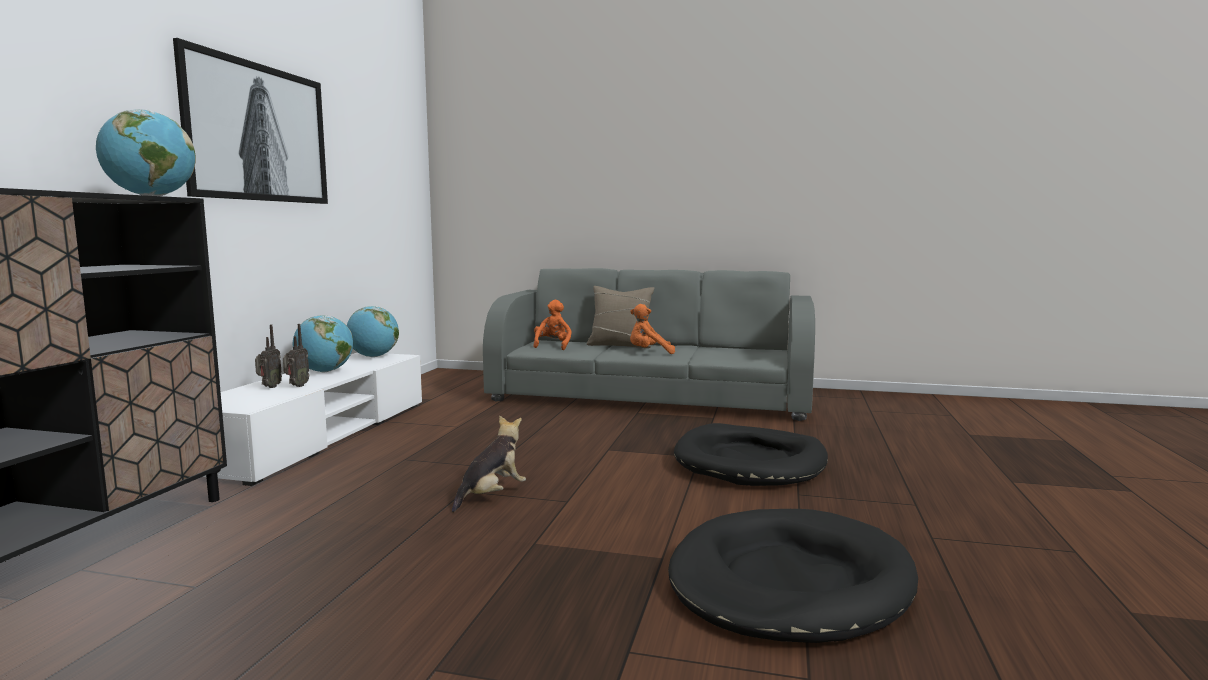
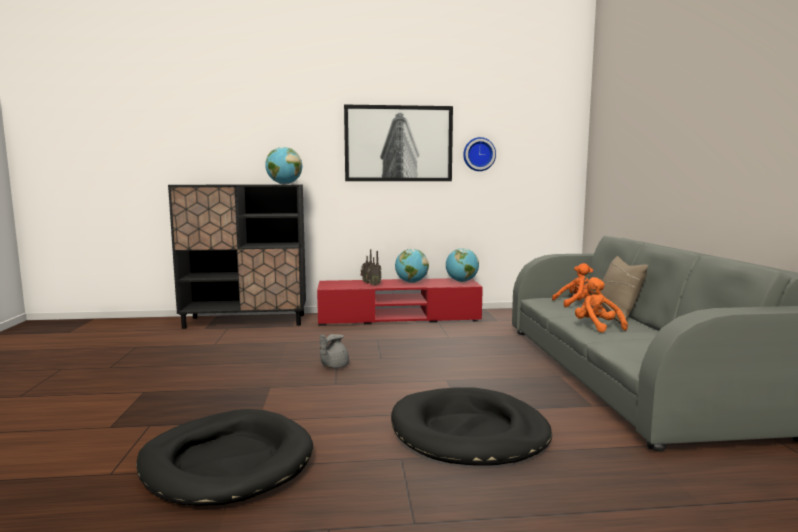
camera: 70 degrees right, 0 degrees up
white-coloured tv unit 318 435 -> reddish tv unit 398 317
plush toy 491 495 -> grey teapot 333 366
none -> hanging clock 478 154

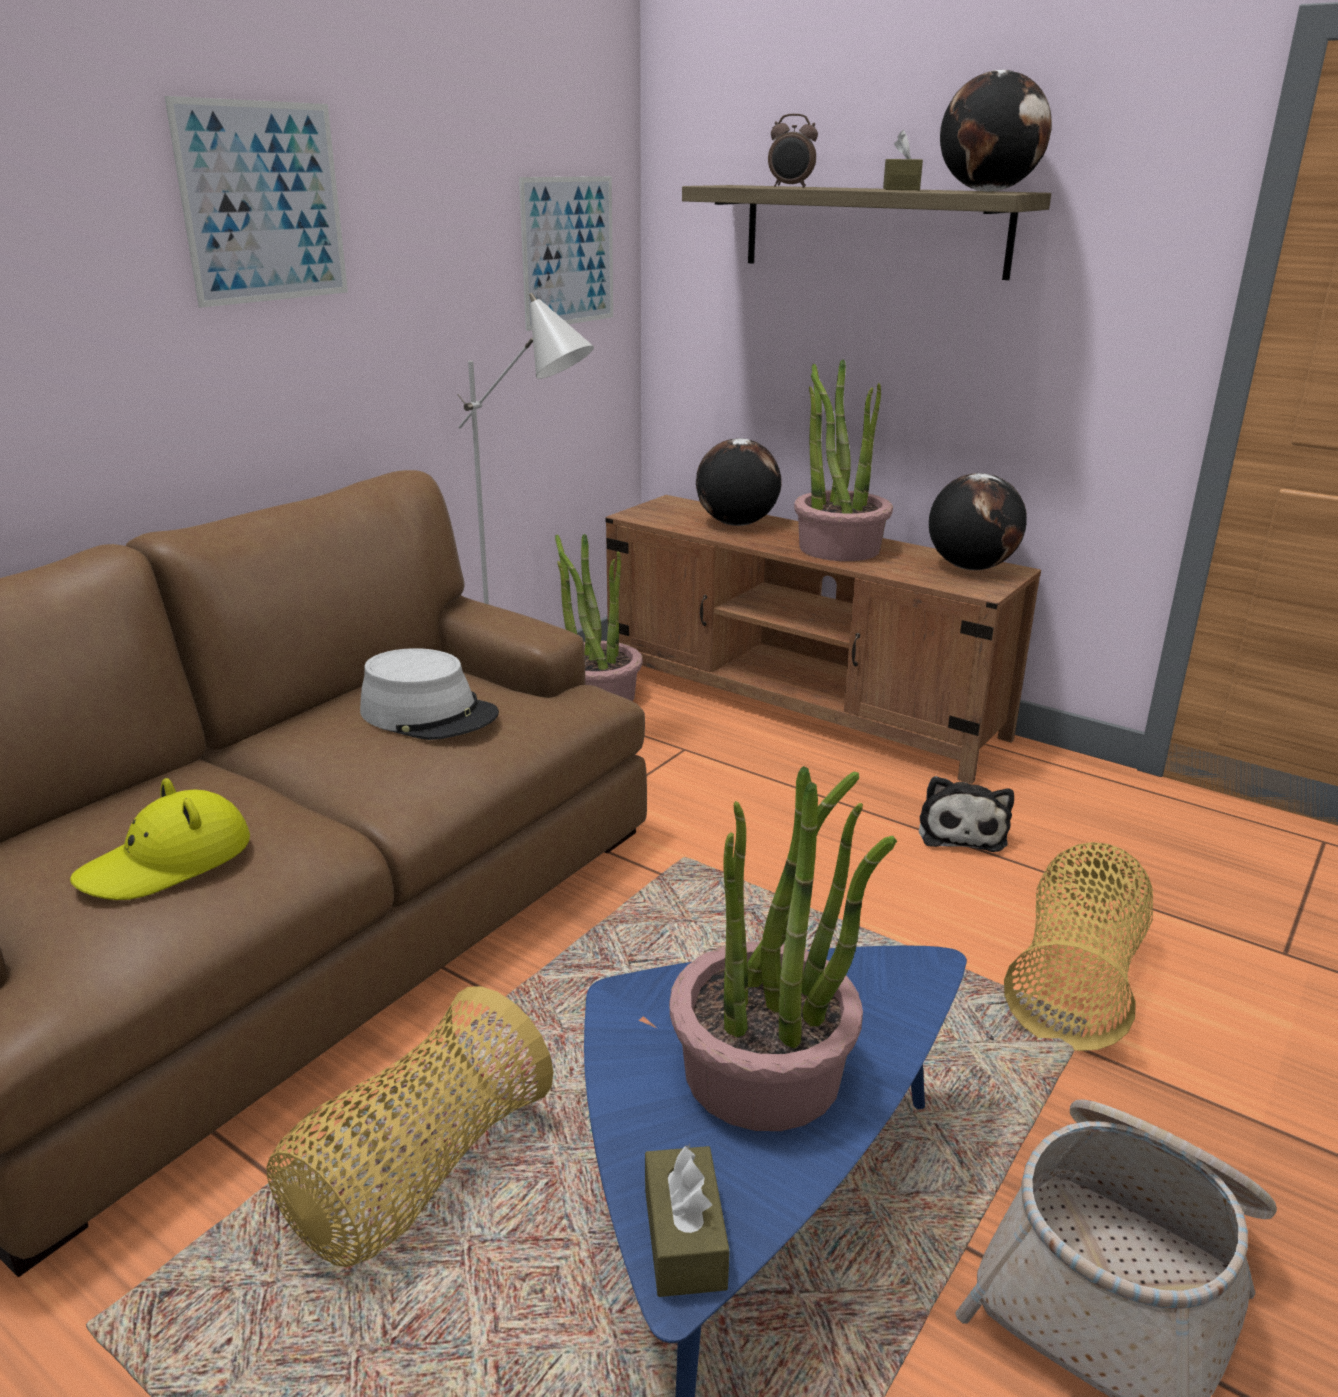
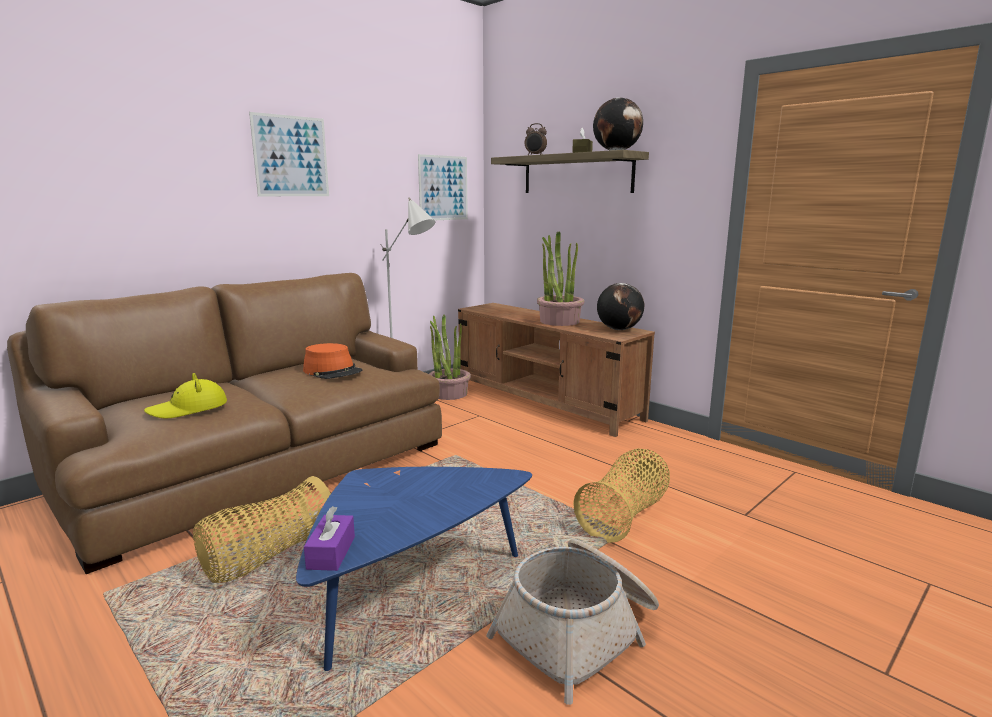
camera: 10 degrees right, 10 degrees down
desk globe 736 524 -> none
grey hat 429 714 -> orangey hat 333 371
houseplant 764 1072 -> none
plush toy 961 831 -> none
brownish tissue box 684 1238 -> purple tissue box 331 552

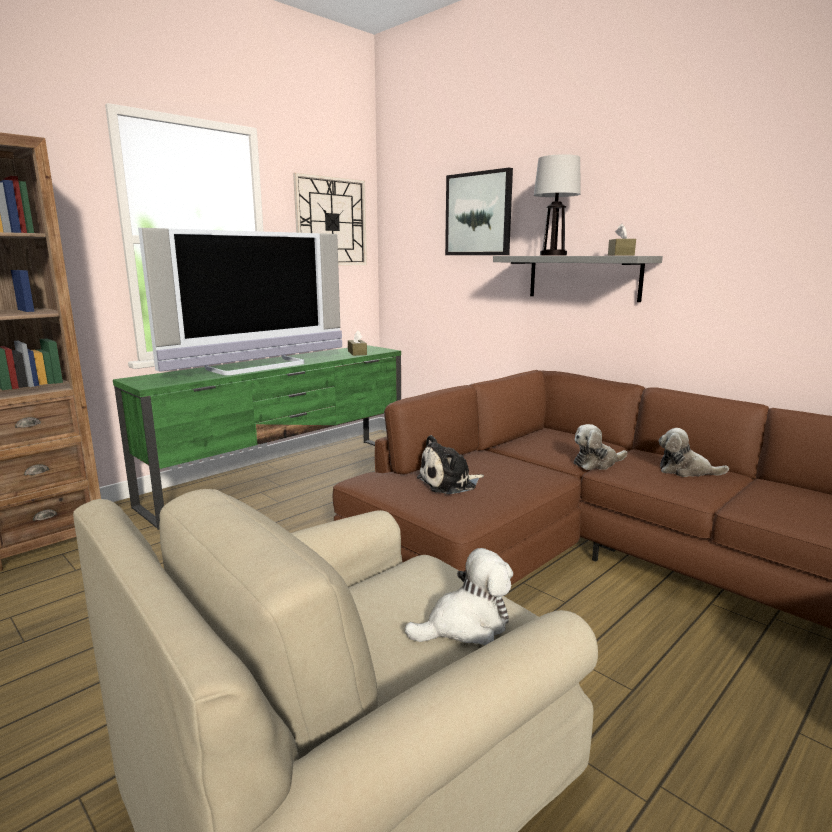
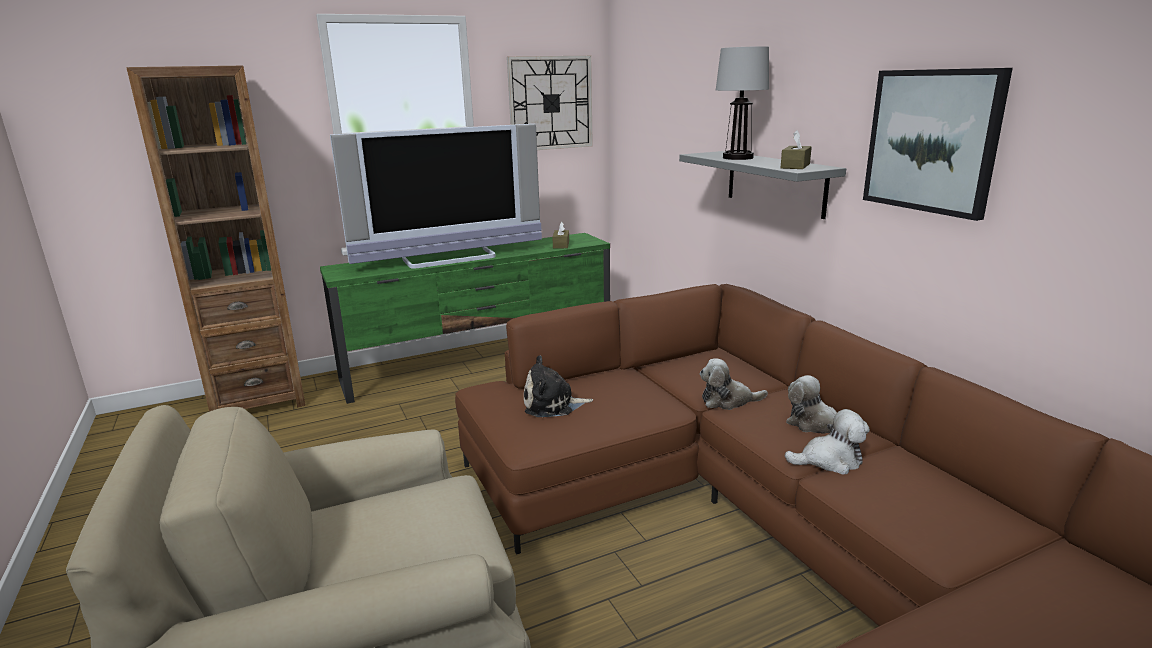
camera: 20 degrees right, 5 degrees up
wall art 479 214 -> wall art 932 141, shifted
plush toy 466 625 -> plush toy 829 461, shifted

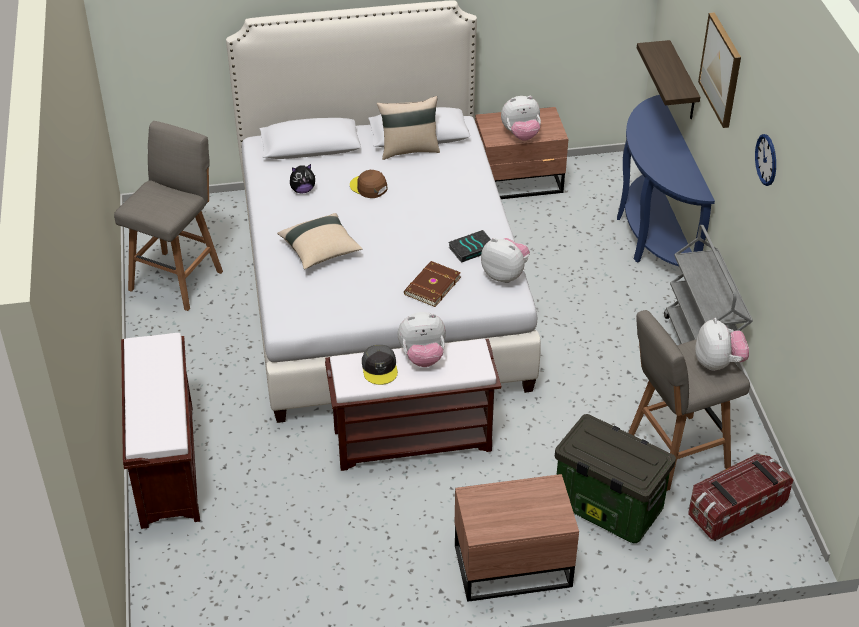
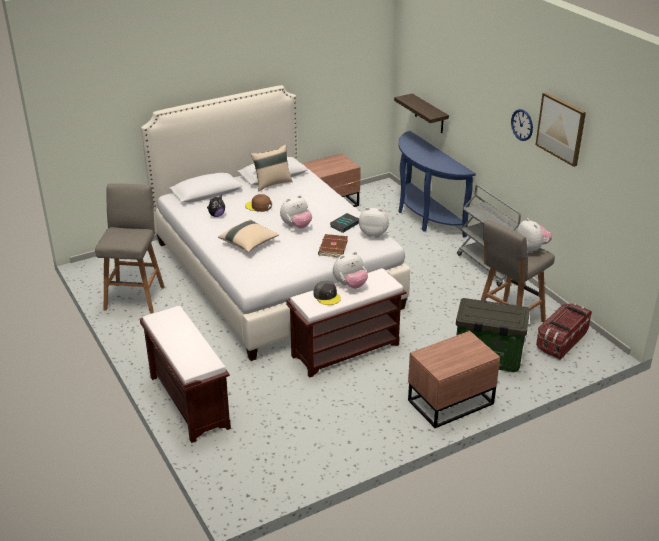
camera: 20 degrees left, 10 degrees down
wall art 721 69 -> wall art 561 128, shifted
plush toy 521 135 -> plush toy 296 226, shifted

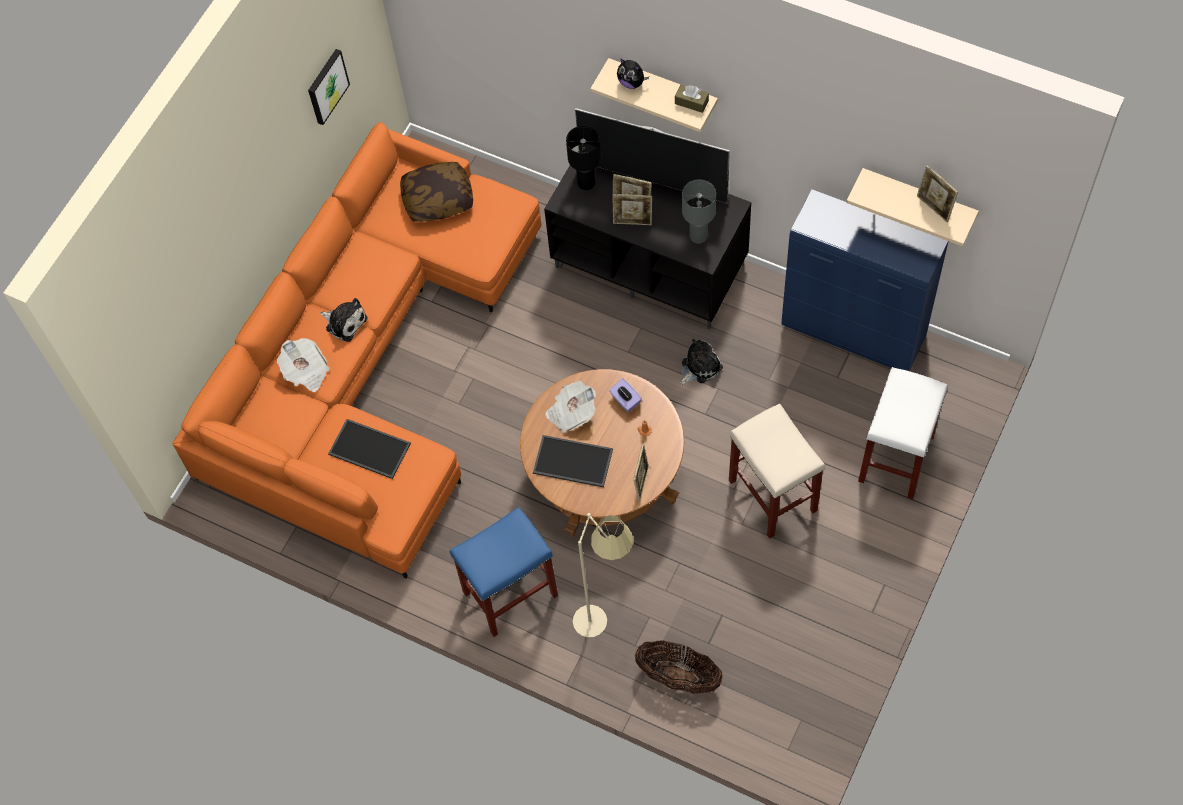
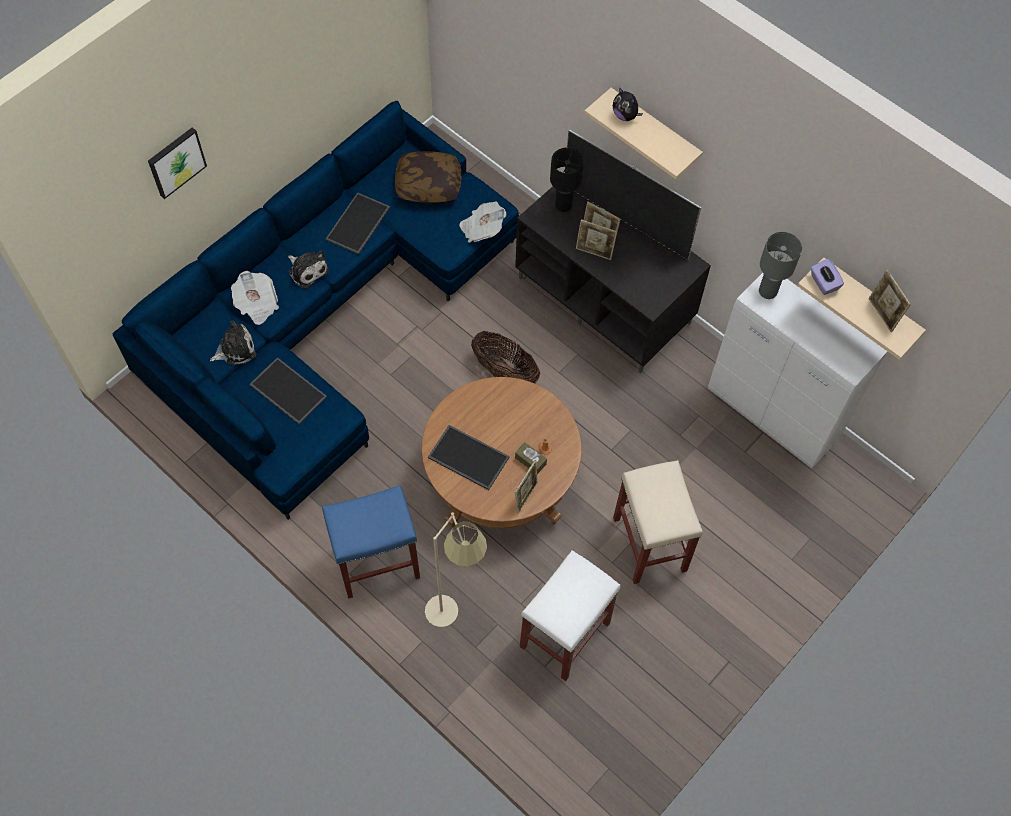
camera: 10 degrees right, 0 degrees up
wall art 326 86 -> wall art 176 161, shifted
brownish tissue box 691 102 -> brownish tissue box 530 461, shifted
orangey sofa 368 366 -> bluish sofa 322 317
grey lamp for a table 699 236 -> grey lamp for a table 768 291, shifted
bluish storage cabinet 854 332 -> white-coloured storage cabinet 773 415
plush toy 699 366 -> plush toy 235 349, shifted
white-coloured sitting stool 896 457 -> white-coloured sitting stool 565 633, shifted
purple tissue box 625 400 -> purple tissue box 823 283, shifted
printed paper 571 413 -> printed paper 482 229, shifted
basket 678 676 -> basket 505 371, shifted
none -> serving tray 358 224

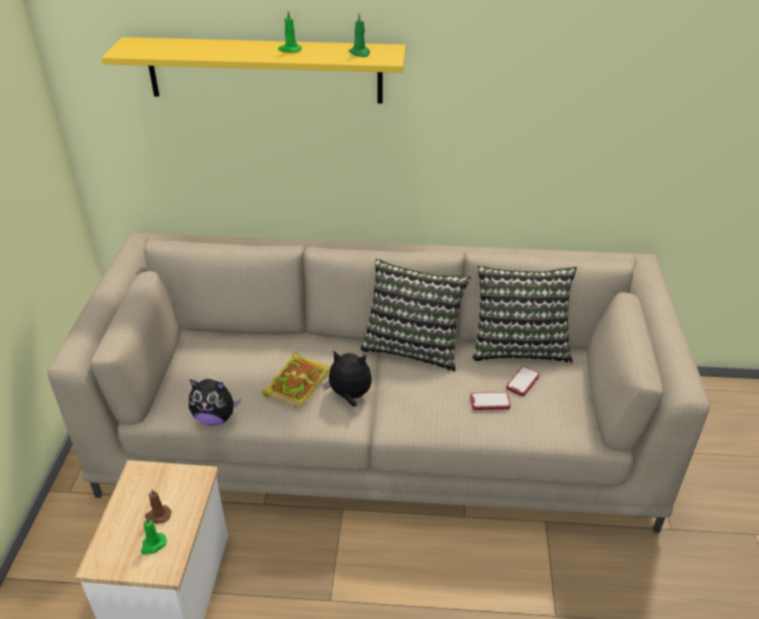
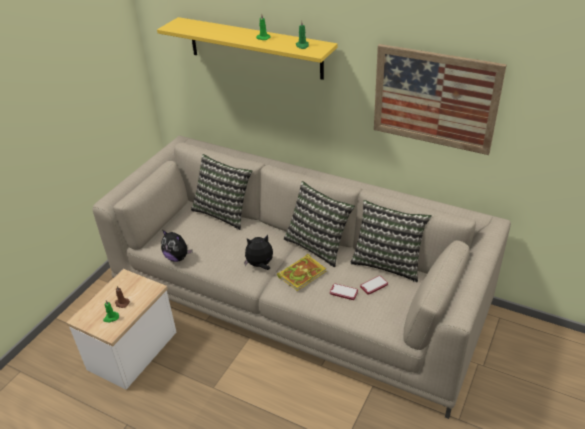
camera: 25 degrees right, 0 degrees up
plush toy 349 396 -> plush toy 260 265, 45 degrees counterclockwise
volume 297 382 -> volume 302 273, shifted
none -> wall art 435 99
none -> cushion 224 212

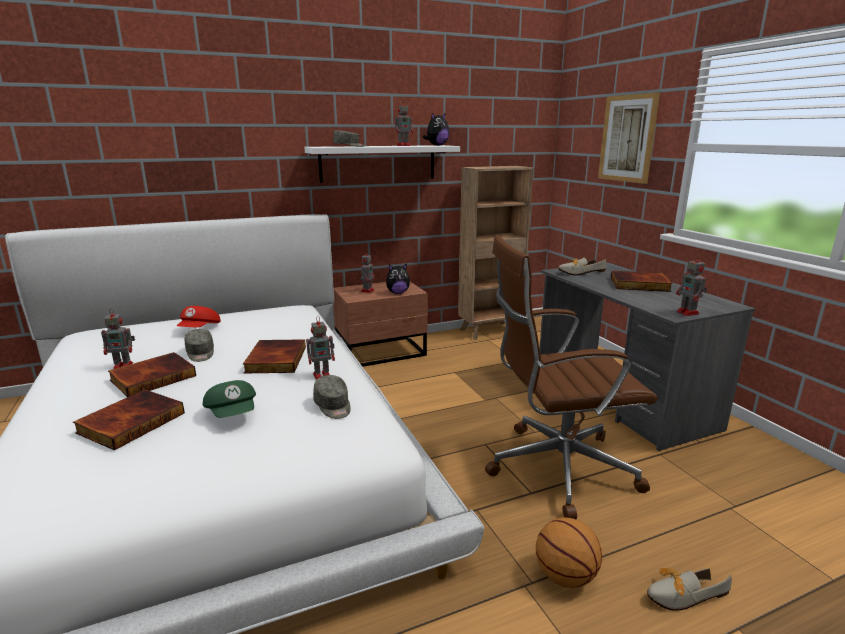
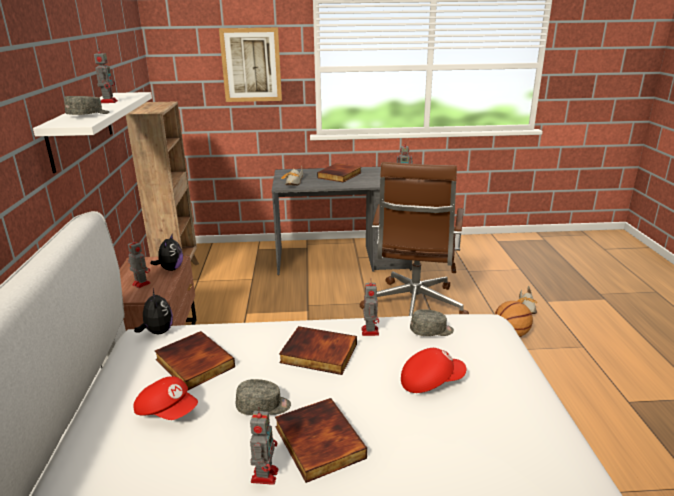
camera: 70 degrees left, 5 degrees up
plush toy 437 145 -> plush toy 158 332, shifted
greenish peaked cap 233 414 -> reddish peaked cap 431 381
volume 131 422 -> volume 193 363, shifted

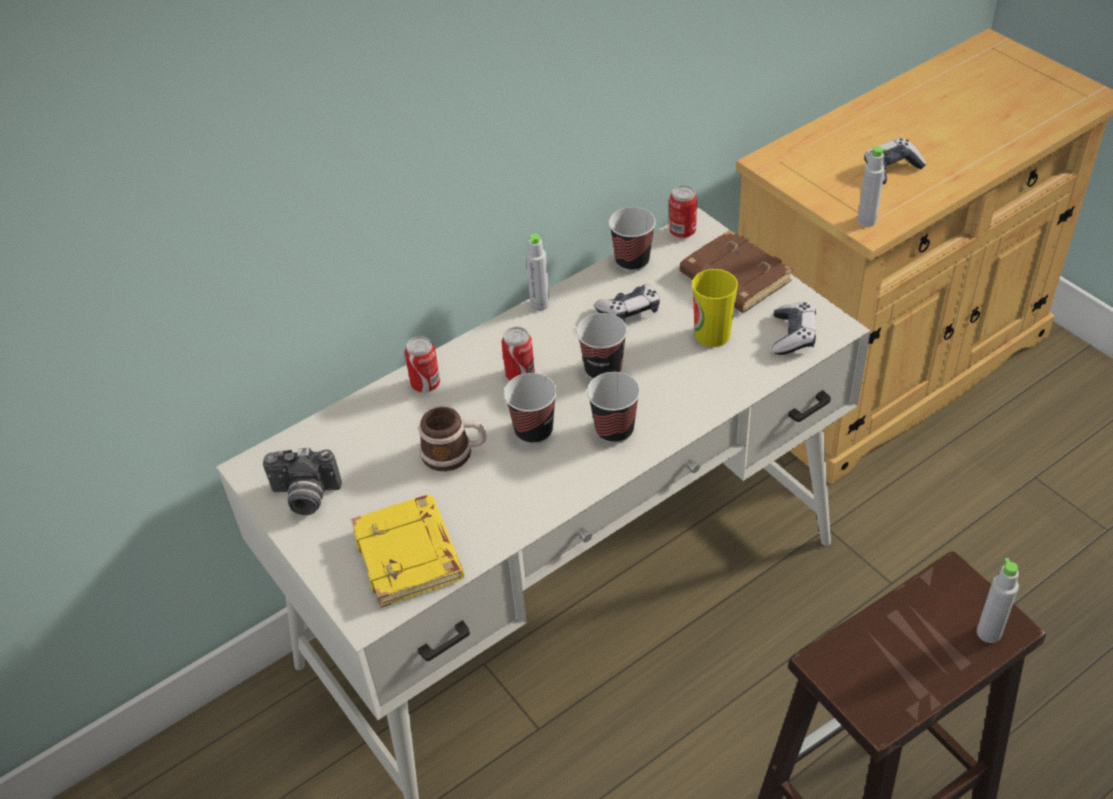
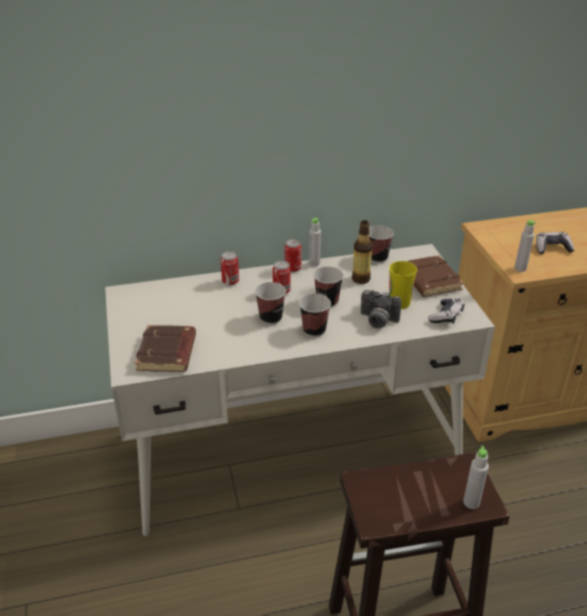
camera: 20 degrees right, 10 degrees down
metal can 682 232 -> metal can 293 268, shifted
gamepad 629 310 -> beverage bottle 360 279
tea mug 454 453 -> none
still camera 305 497 -> still camera 377 321, shifted
yellow volume 410 556 -> brownish volume 168 353

